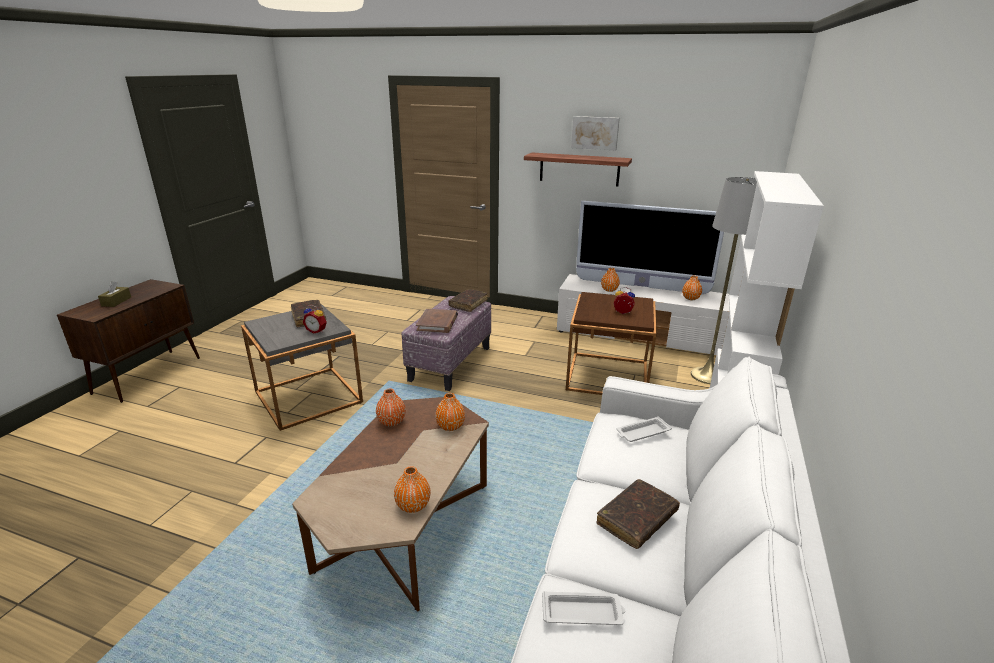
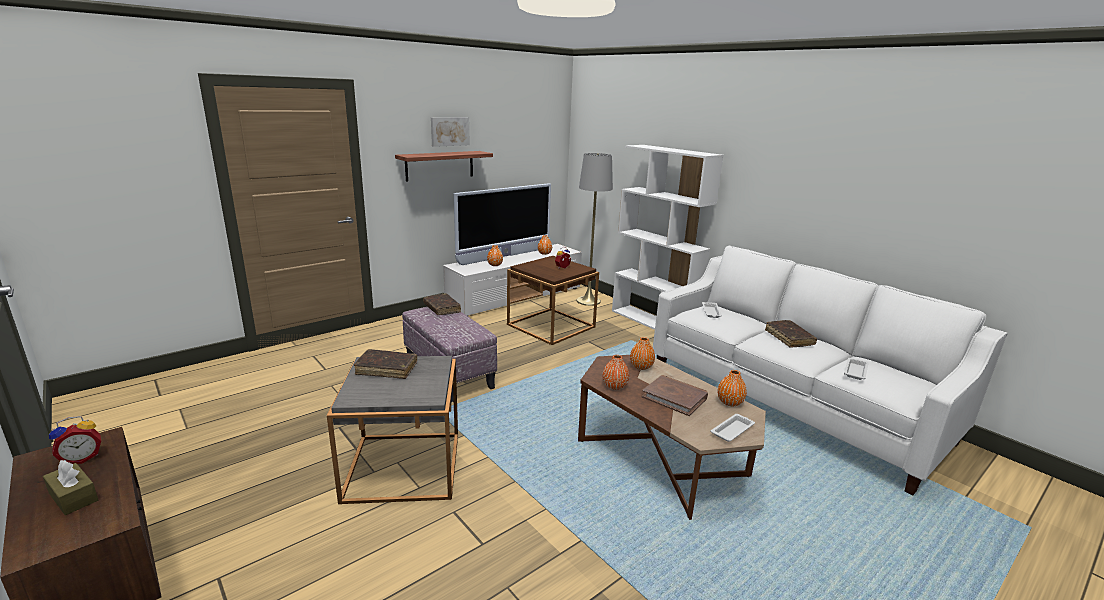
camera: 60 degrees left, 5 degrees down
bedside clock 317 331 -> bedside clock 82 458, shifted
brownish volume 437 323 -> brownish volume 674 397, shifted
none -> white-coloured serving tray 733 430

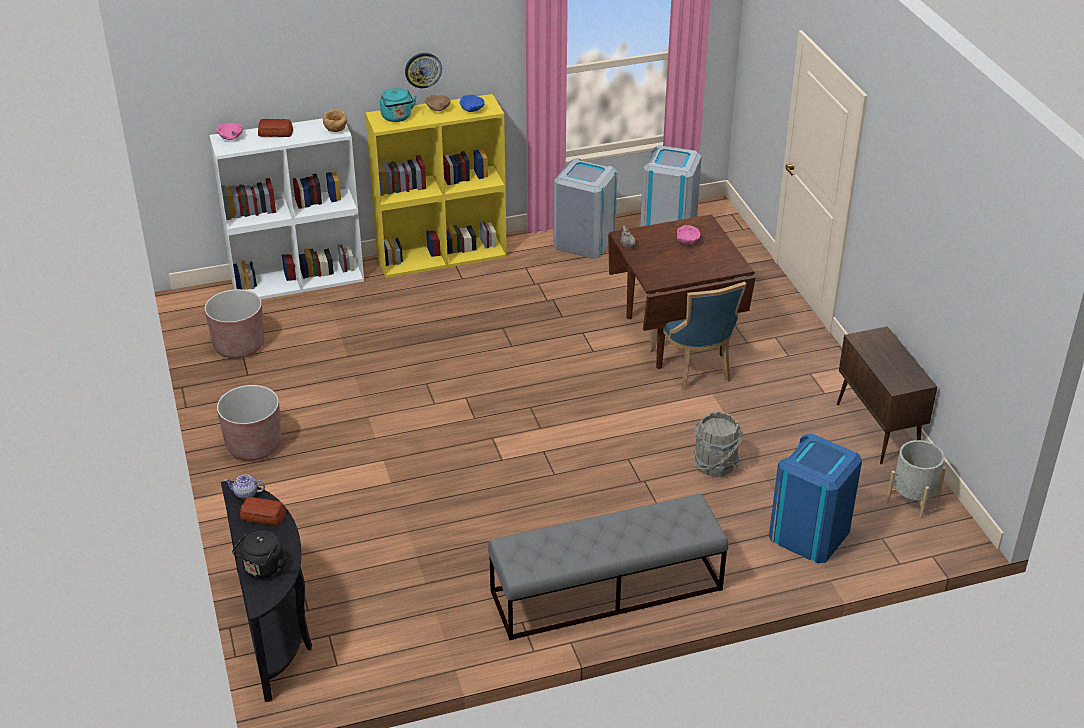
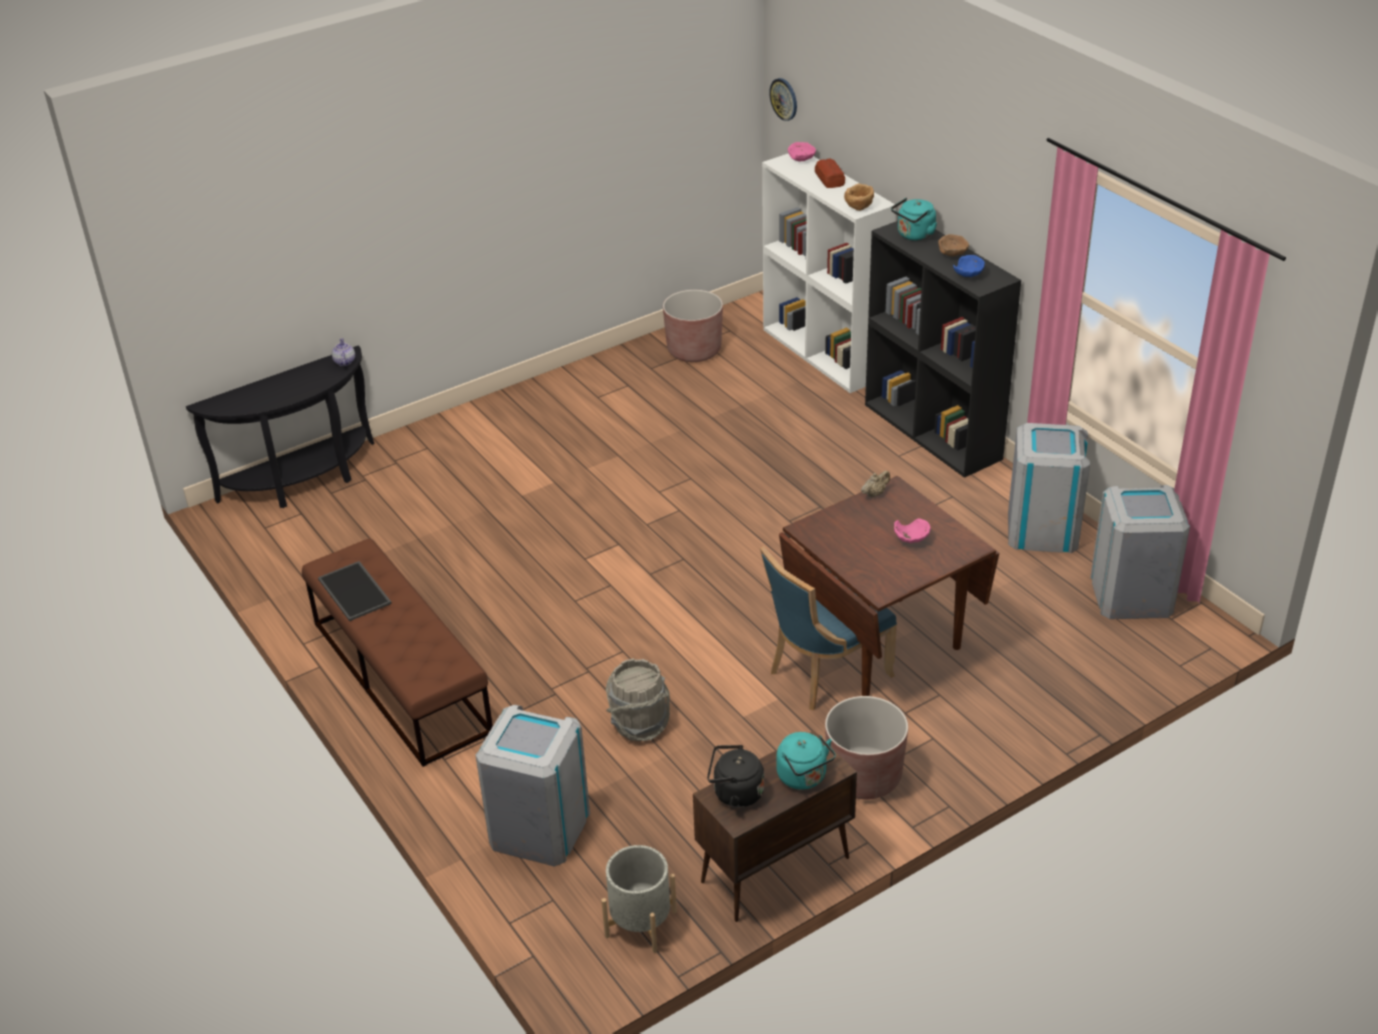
camera: 75 degrees right, 0 degrees up
hanging clock 423 70 -> hanging clock 784 99, shifted
yellow shelving unit 442 256 -> black shelving unit 934 432
brownish plant pot 254 445 -> brownish plant pot 864 776, shifted
bluish rubbish bin 809 534 -> grey rubbish bin 539 828
grey long seat 605 590 -> brownish long seat 400 676
bread 263 516 -> none
black water kettle 263 569 -> black water kettle 735 793, shifted
none -> serving tray 356 591
none -> blue-green water kettle 804 777

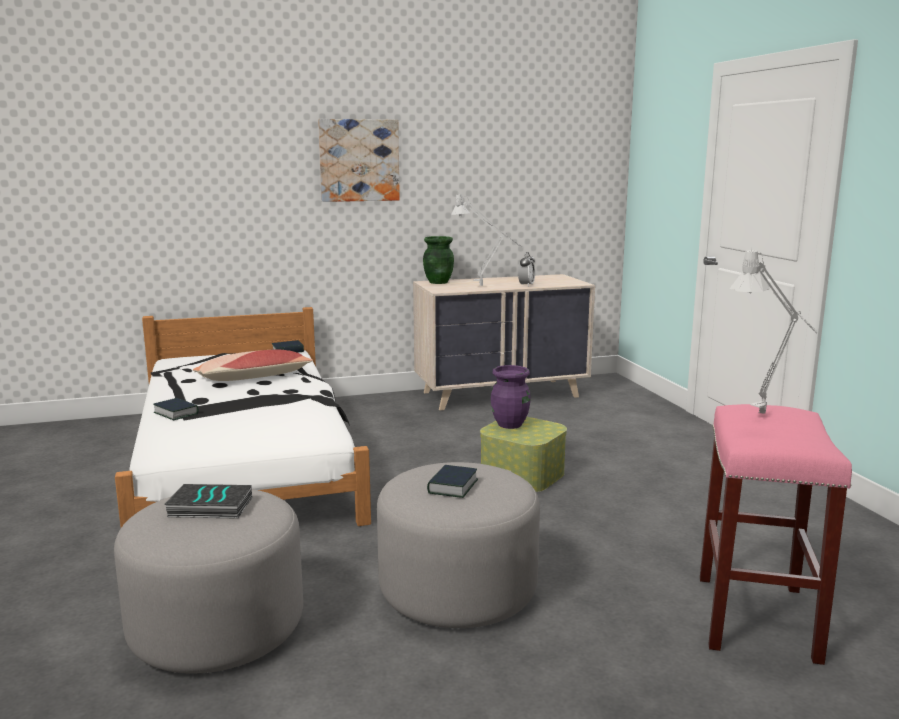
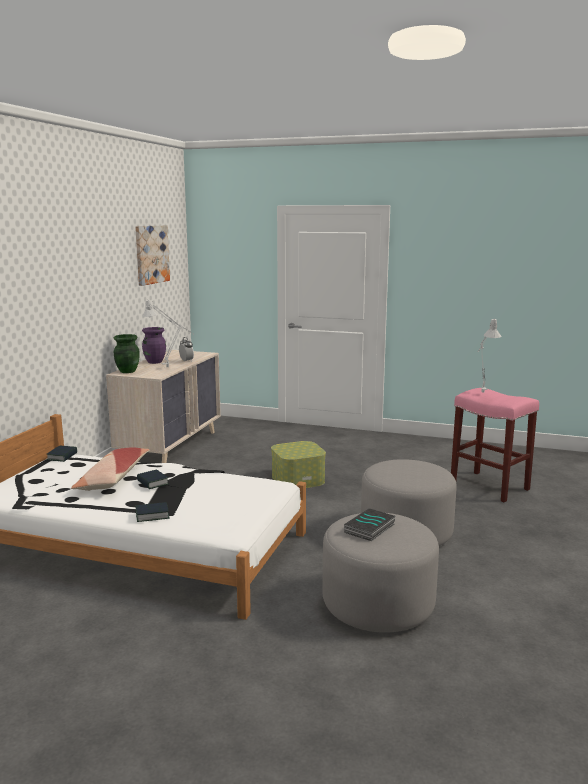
camera: 55 degrees left, 0 degrees up
wall art 359 160 -> wall art 151 254, shifted
purple vase 510 424 -> purple vase 155 362, shifted
volume 452 486 -> volume 152 482, shifted

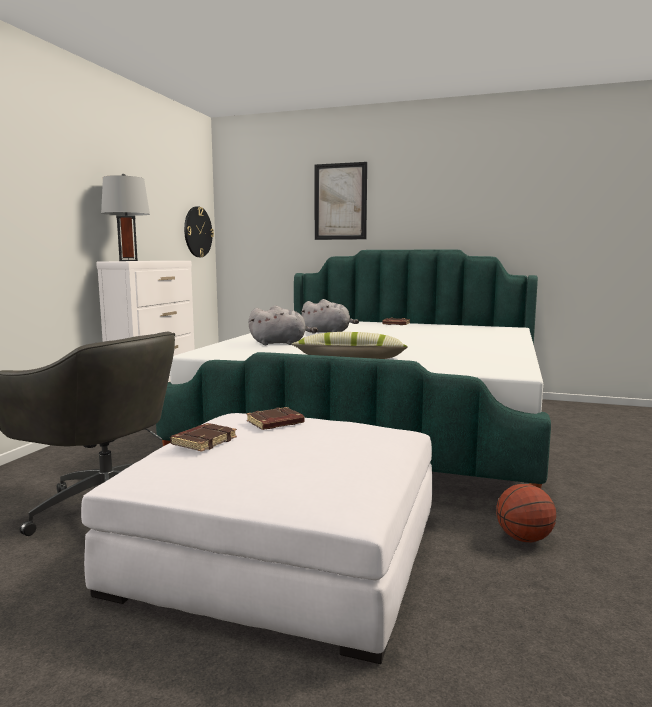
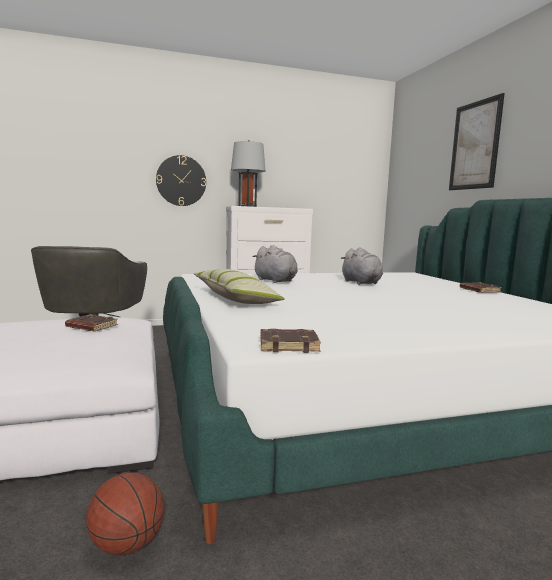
camera: 55 degrees right, 0 degrees up
hanging clock 197 232 -> hanging clock 181 181, shifted
brownish volume 203 441 -> brownish volume 289 345, shifted

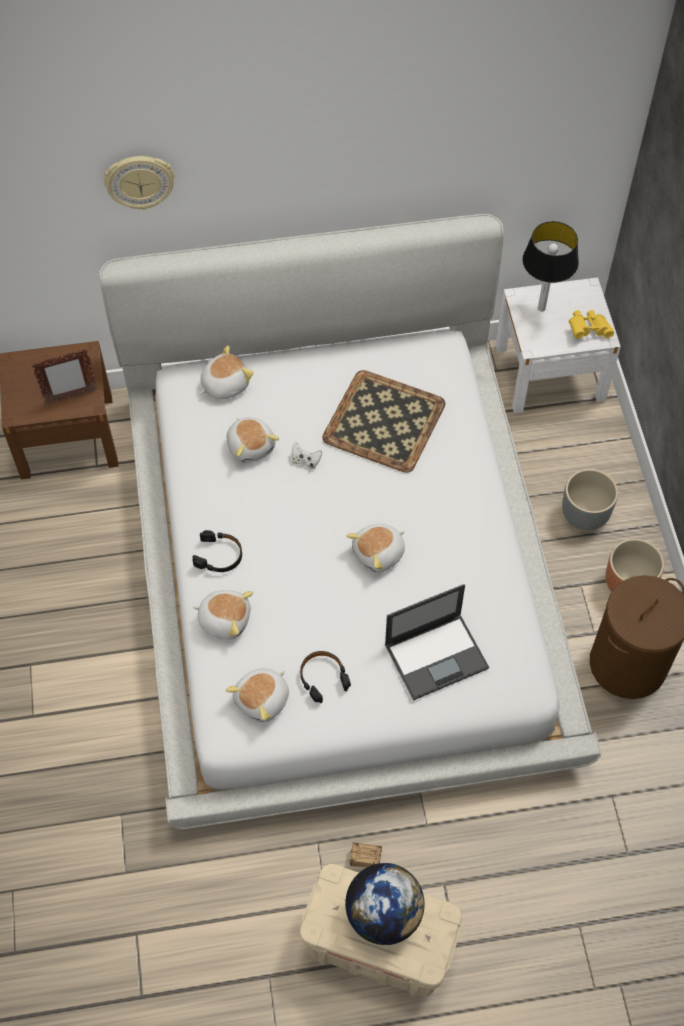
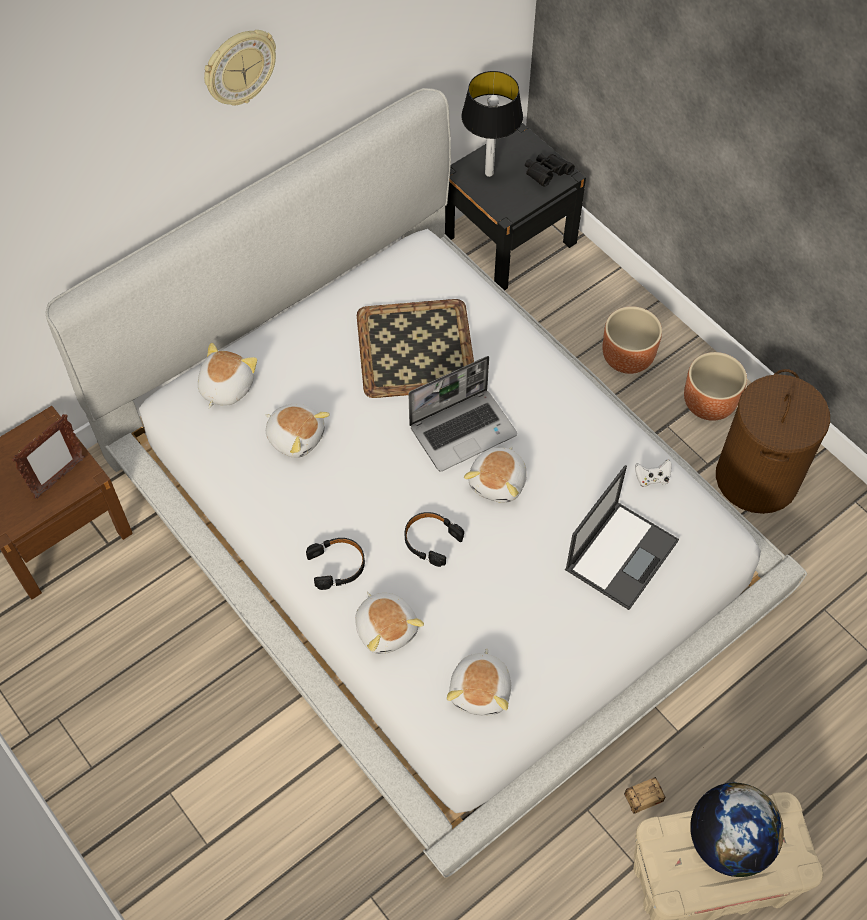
camera: 30 degrees left, 0 degrees up
hanging clock 139 181 -> hanging clock 239 67, shifted
white-coloured bedside table 549 372 -> black bedside table 508 240
yellow binoculars 588 330 -> black binoculars 546 175
white-coloured gamepad 305 461 -> white-coloured gamepad 652 478, shifted
grey plant pot 585 514 -> brownish plant pot 627 357
plush toy 225 619 -> plush toy 386 628, 75 degrees clockwise
black headphones 323 677 -> black headphones 431 540, shifted
none -> notebook computer 463 430

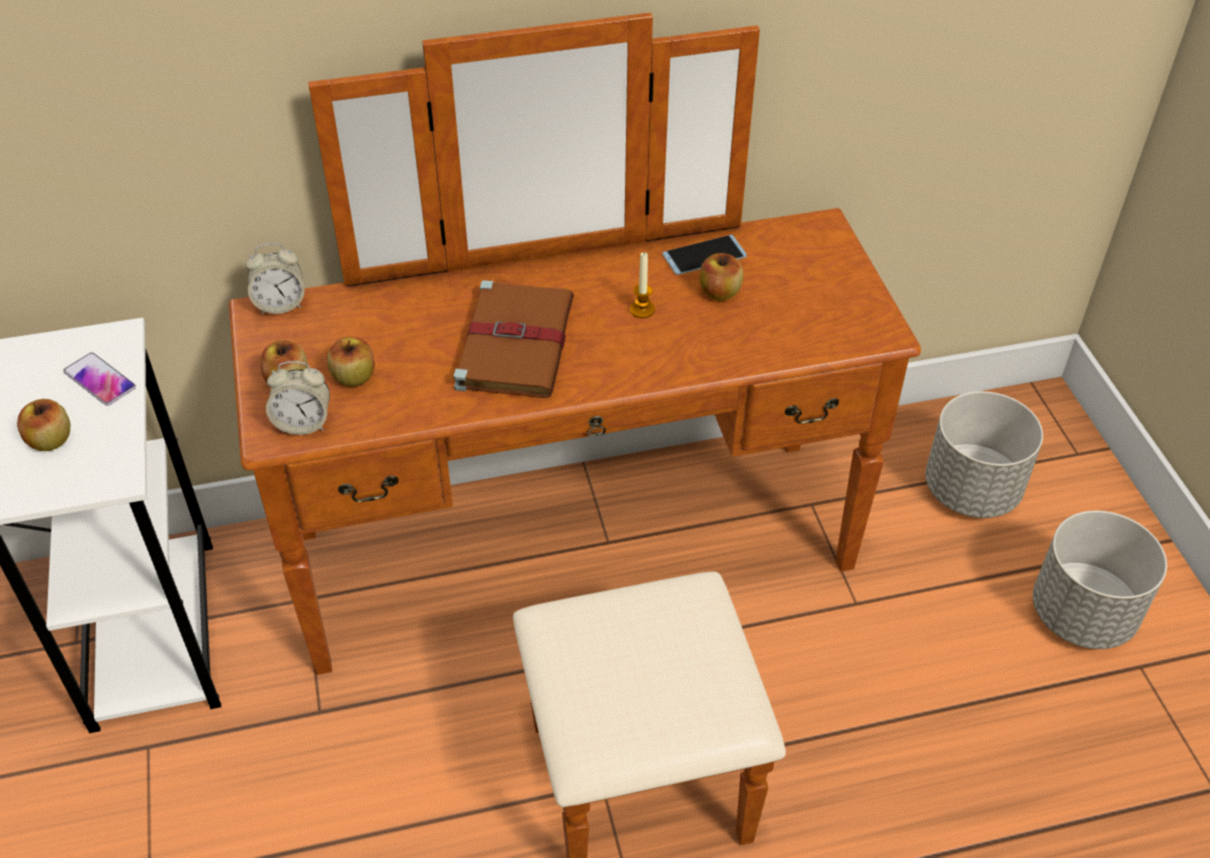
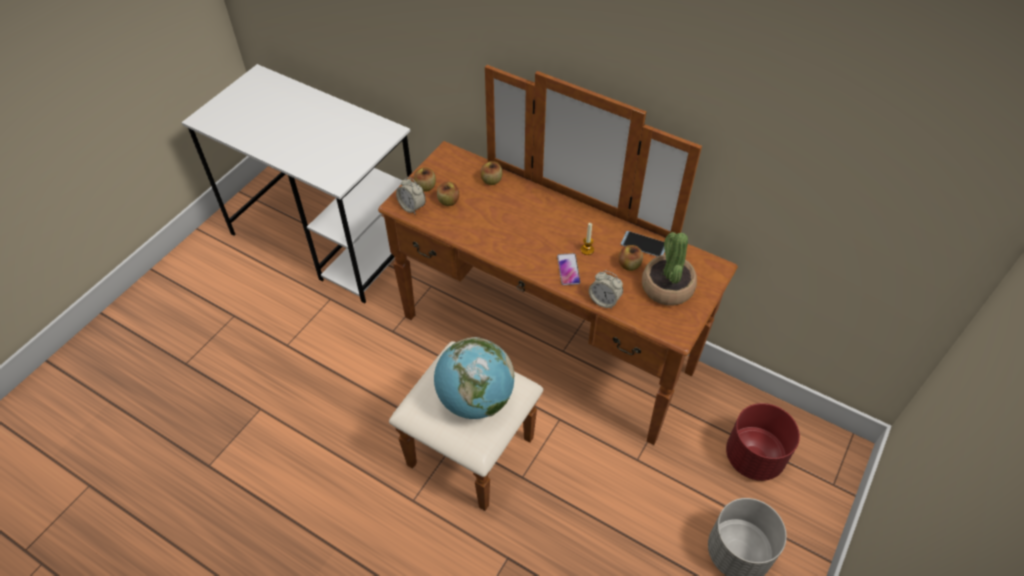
camera: 45 degrees right, 5 degrees up
bedside clock 280 304 -> bedside clock 604 300, shifted
brownish volume 516 342 -> none
handset 100 380 -> handset 568 269, shifted
grey plant pot 971 489 -> reddish plant pot 754 456
whole apple 51 440 -> whole apple 491 180, shifted
none -> houseplant 667 287
none -> desk globe 475 399

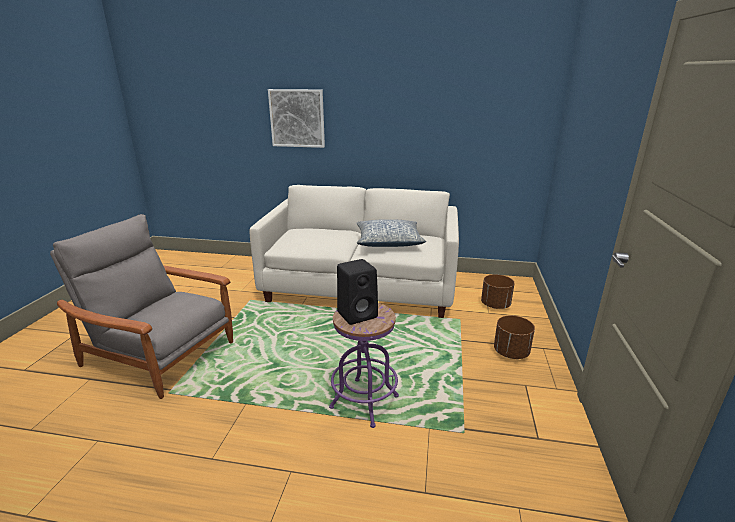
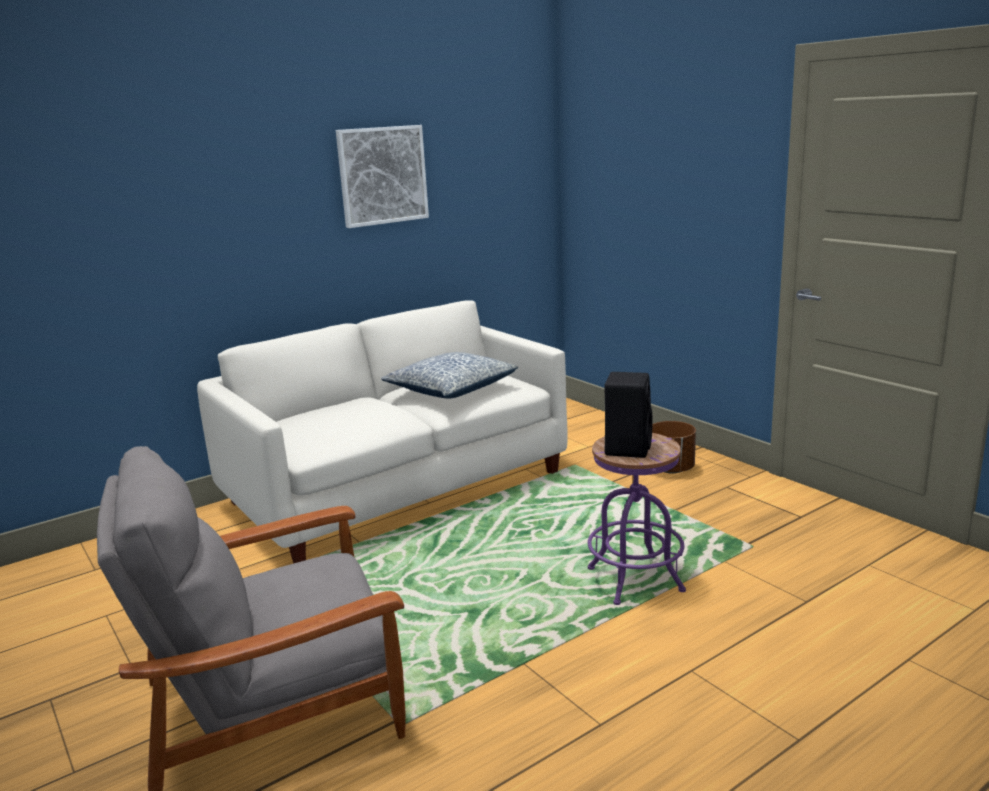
camera: 45 degrees left, 5 degrees down
wall art 297 118 -> wall art 382 175, shifted
brownish plant pot 495 305 -> none

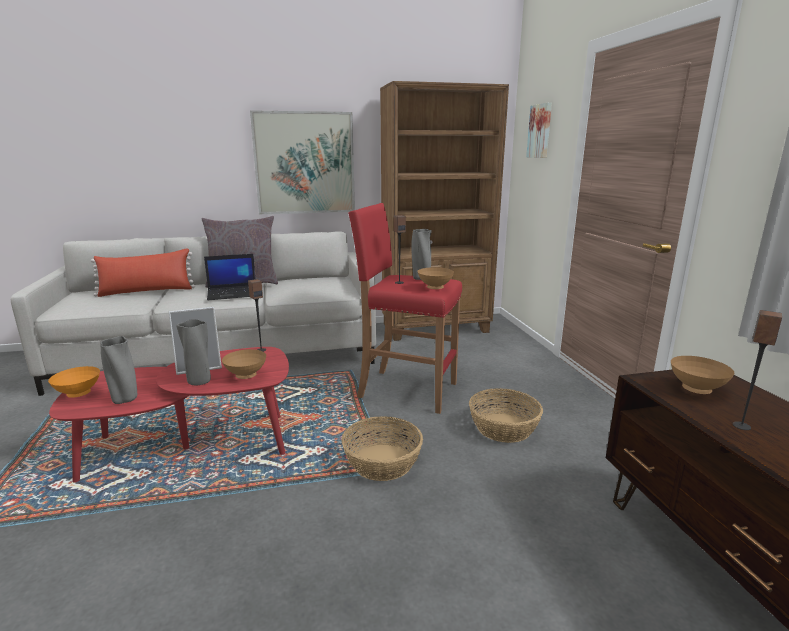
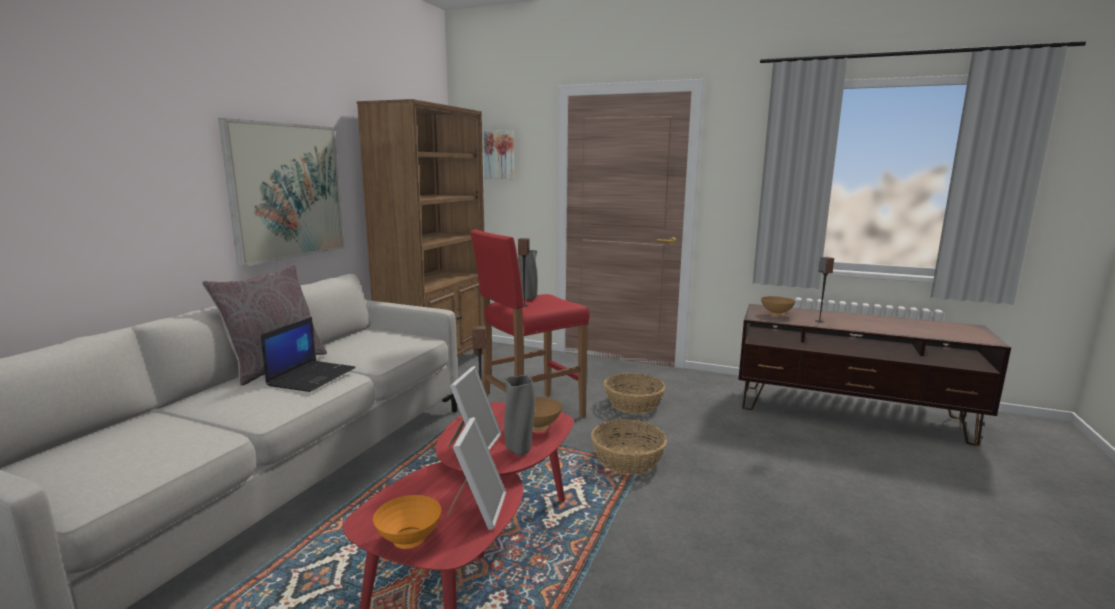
camera: 55 degrees left, 5 degrees down
reddish cushion 147 291 -> none
brownish deep dish 435 288 -> none
grey vase 125 400 -> picture frame 478 509

